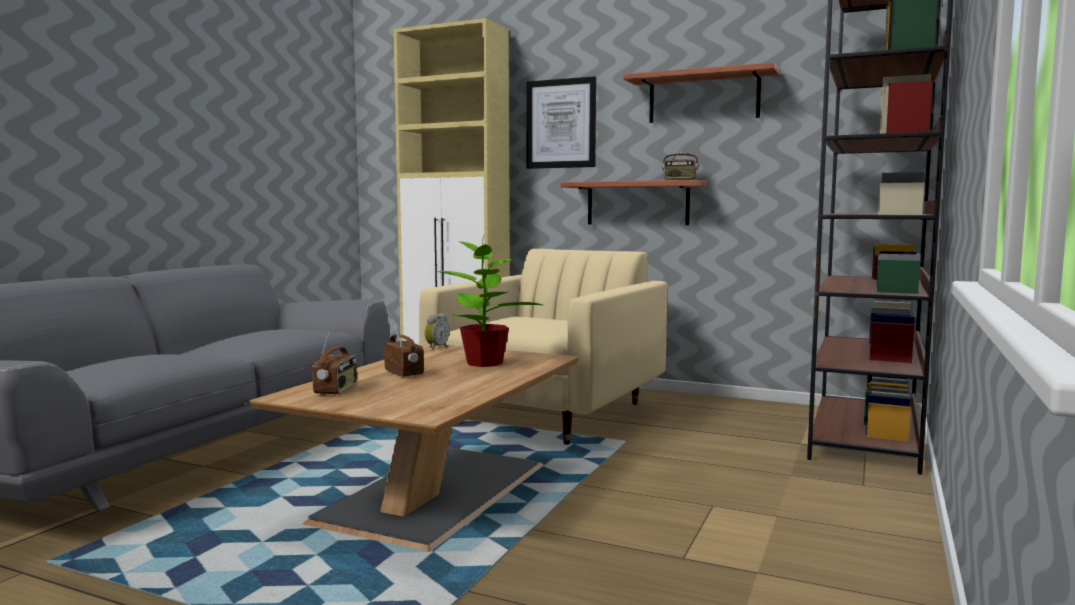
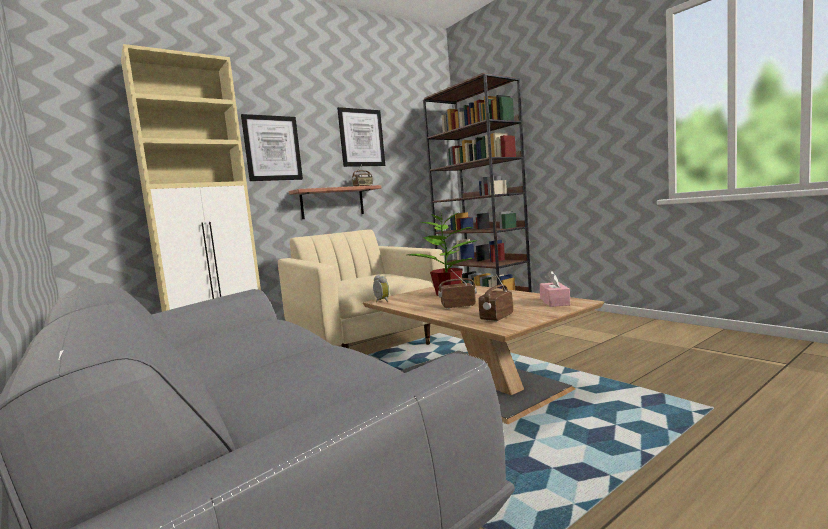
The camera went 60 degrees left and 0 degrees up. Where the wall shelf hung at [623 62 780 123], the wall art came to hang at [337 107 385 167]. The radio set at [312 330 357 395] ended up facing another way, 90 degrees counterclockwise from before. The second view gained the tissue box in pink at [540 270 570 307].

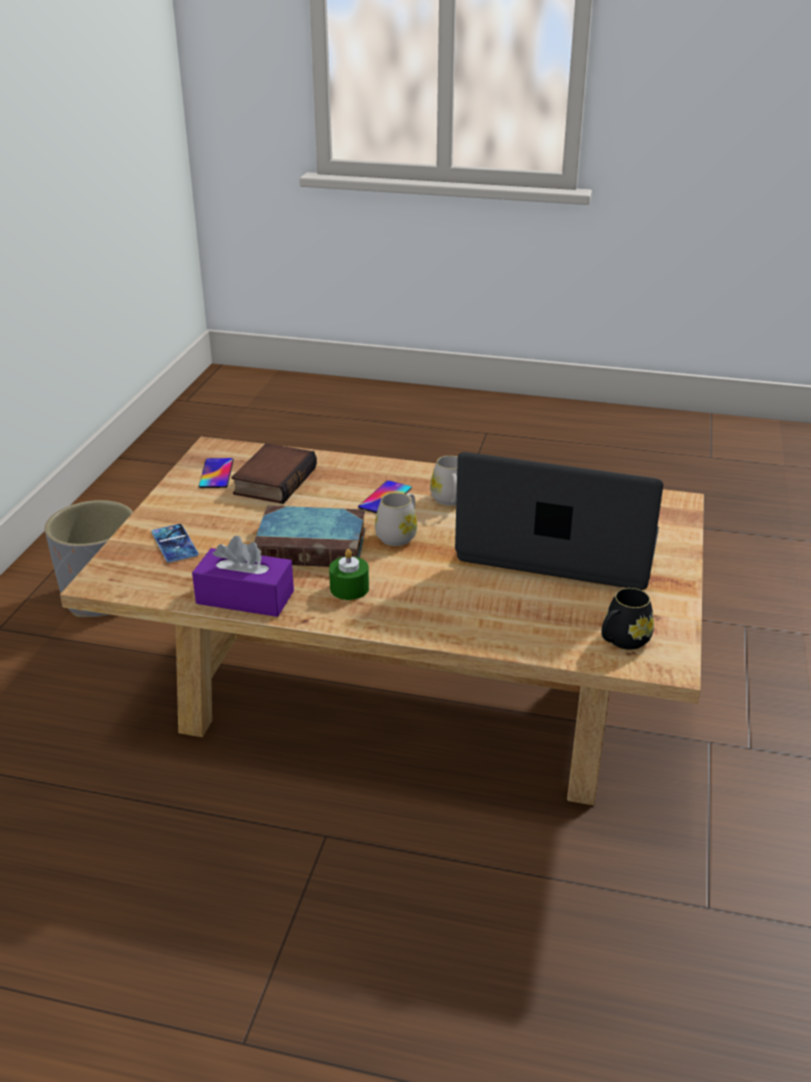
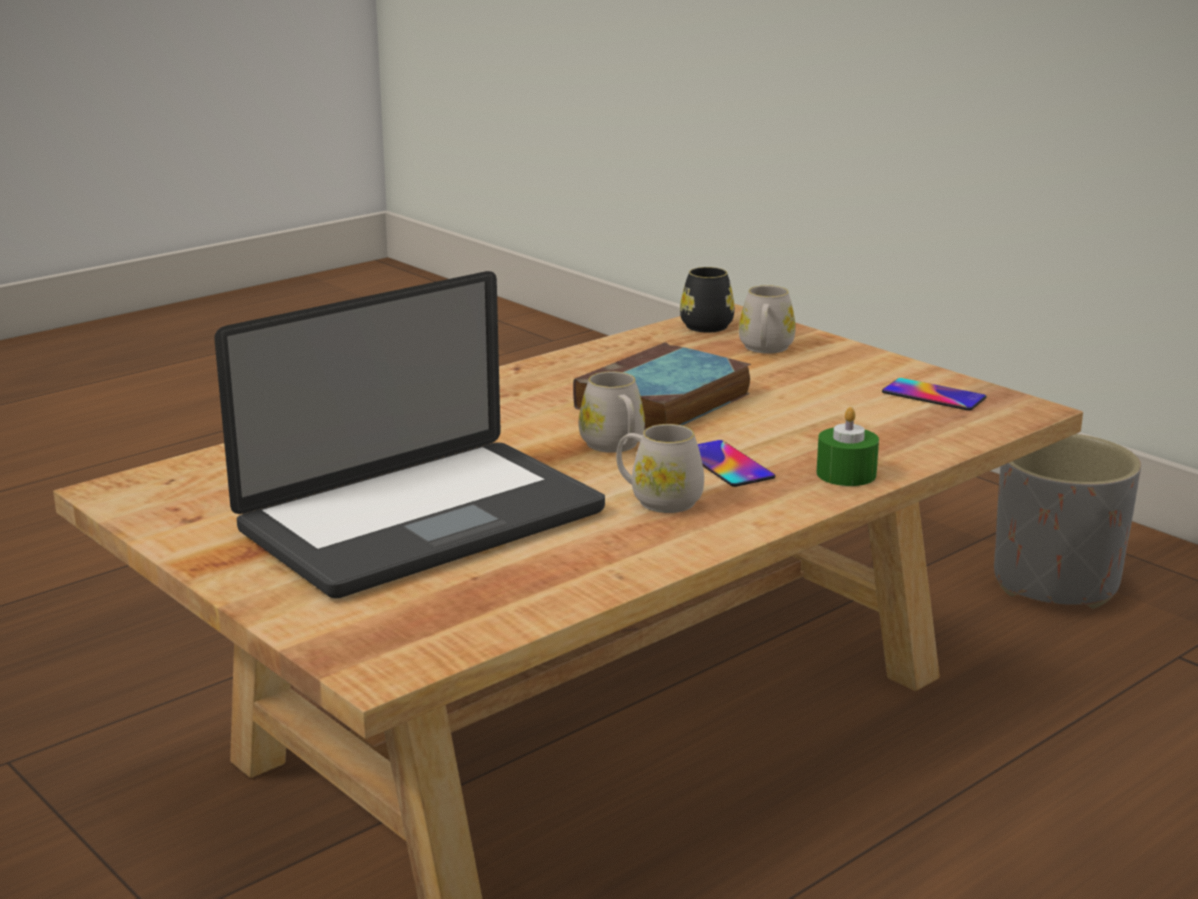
The camera went 125 degrees right and 10 degrees down. The mug in black ended up elsewhere, having gone from [602 588 654 650] to [680 267 735 332]. Where the phone stood at [151 524 199 562], the mug in whitish came to stand at [739 285 796 354]. The wax candle in green-coloured ended up elsewhere, having gone from [329 549 369 600] to [817 407 879 486]. The second view lost the tissue box in purple-coloured at [192 536 294 617]. The second view lost the book at [231 443 317 504].

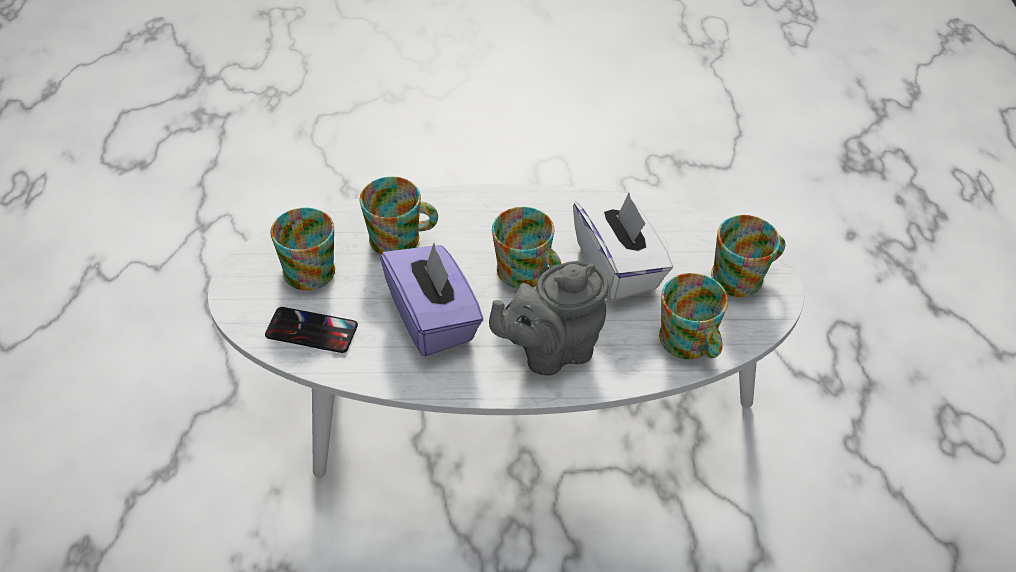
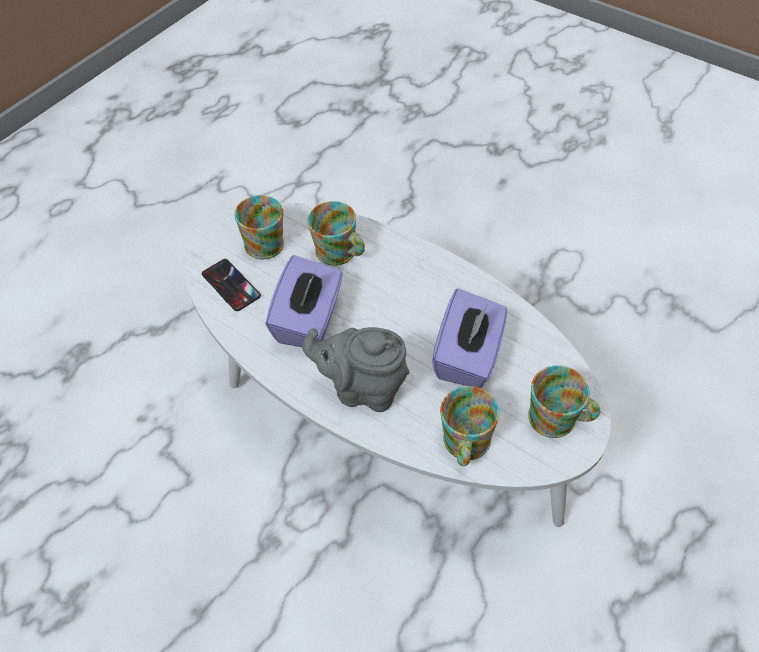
The camera went 40 degrees right and 5 degrees up. What was the tissue box in whitish at [573 193 673 301] turned into the tissue box in purple-coloured at [432 288 507 388]. The second view lost the mug at [492 207 561 289].

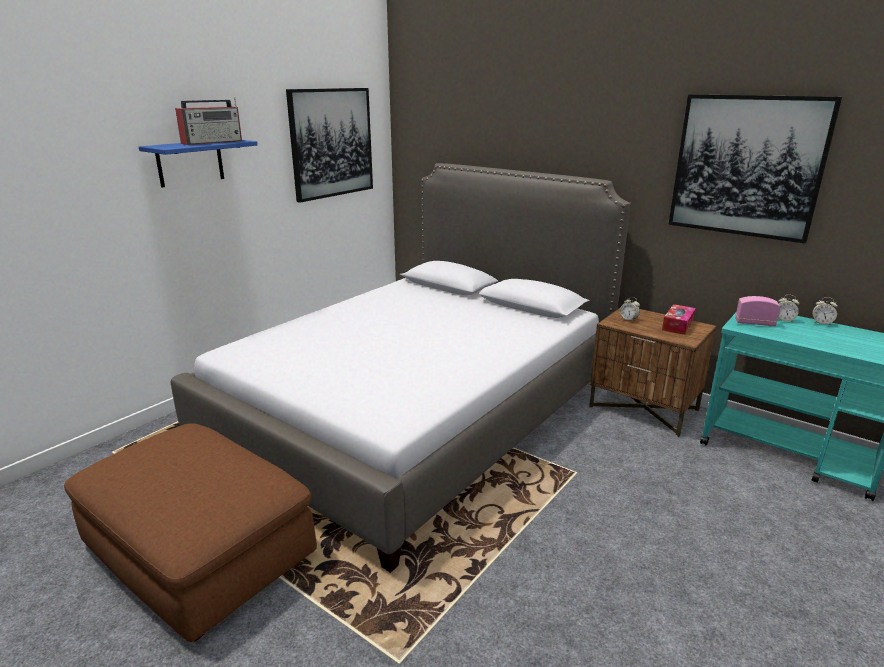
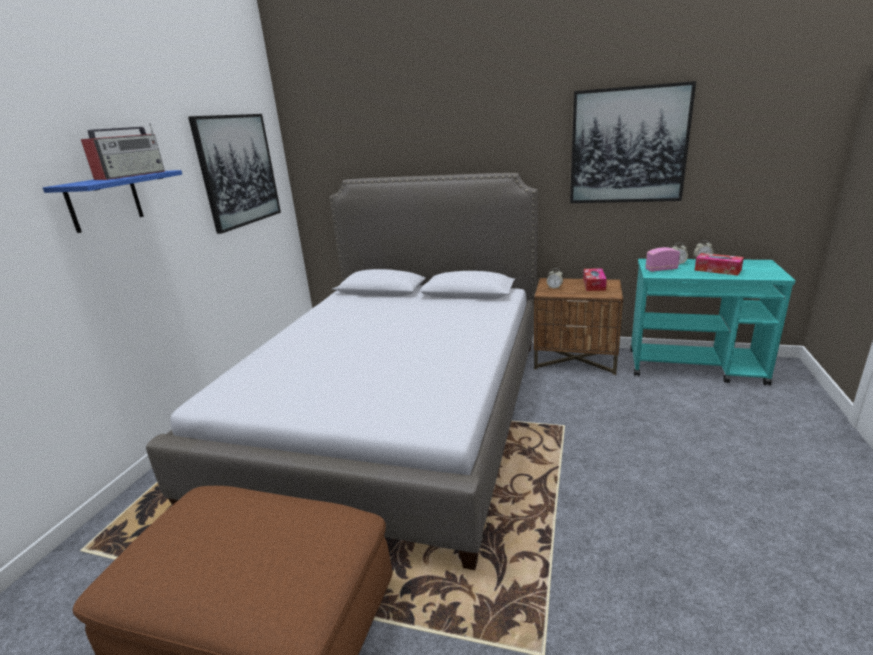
The camera went 20 degrees left and 0 degrees up. The second view gained the tissue box at [694 253 744 276].

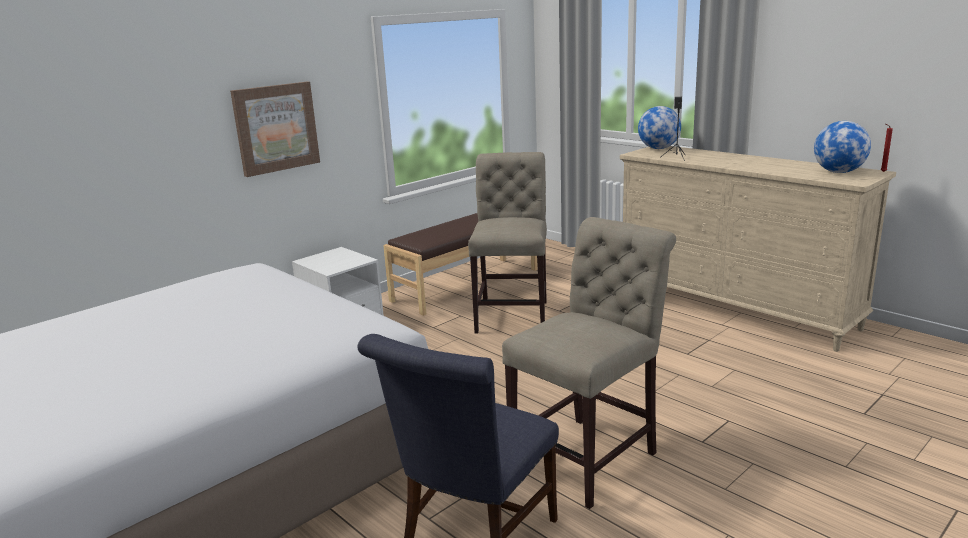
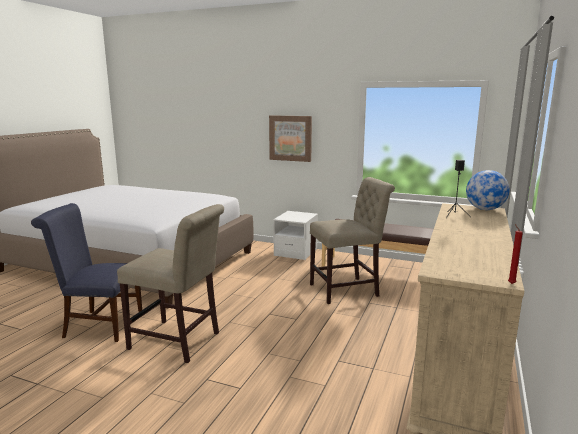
The camera went 65 degrees right and 5 degrees down. The second view lost the world globe at [814 121 871 173].

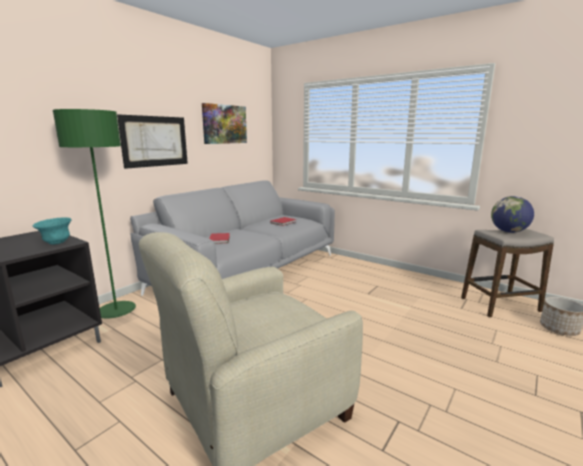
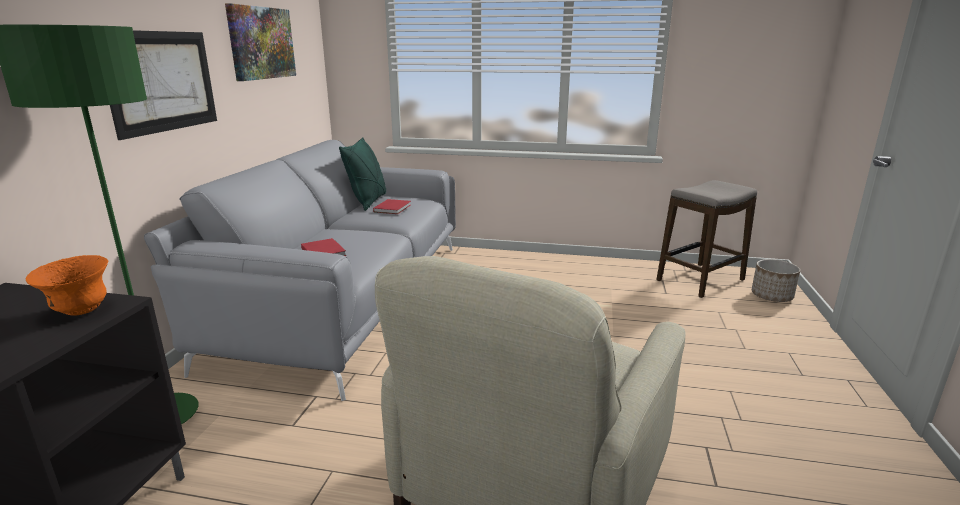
The camera went 25 degrees left and 5 degrees up. What was the bowl in blue-green at [33 217 72 245] turned into the bowl in orange at [26 255 108 316]. The second view gained the cushion in green-coloured at [339 137 386 211]. The second view lost the world globe at [491 196 534 233].

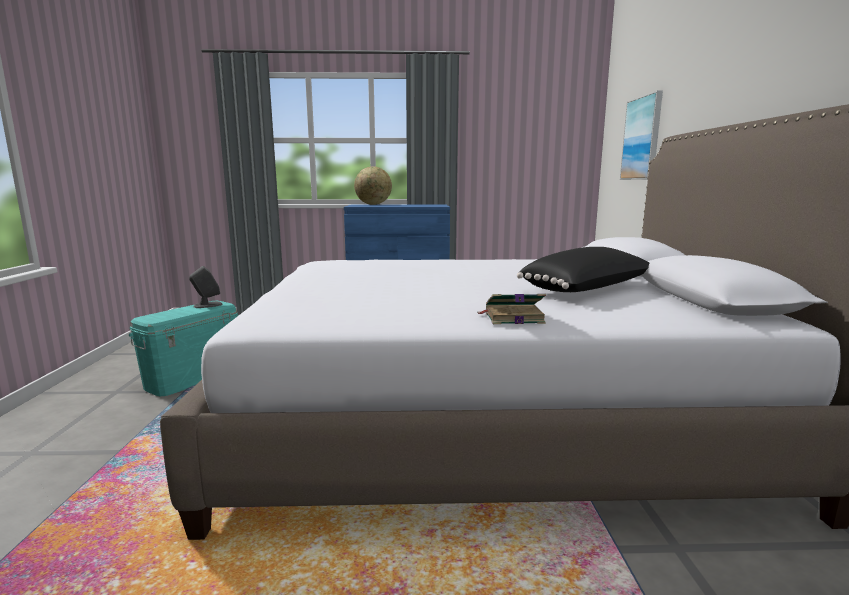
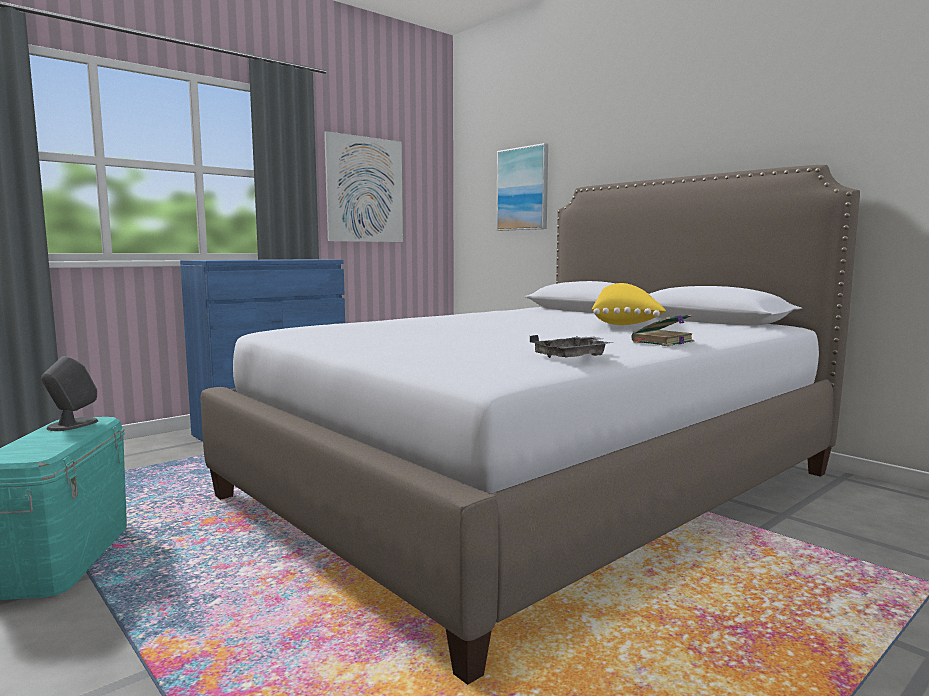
The camera went 40 degrees left and 5 degrees down. The second view gained the wall art at [324 131 403 242]. The second view gained the tray in gray at [530 335 612 358]. What was the cushion in black at [517 247 649 292] turned into the cushion in yellowish at [592 283 666 325]. The second view lost the world globe at [354 166 392 205].

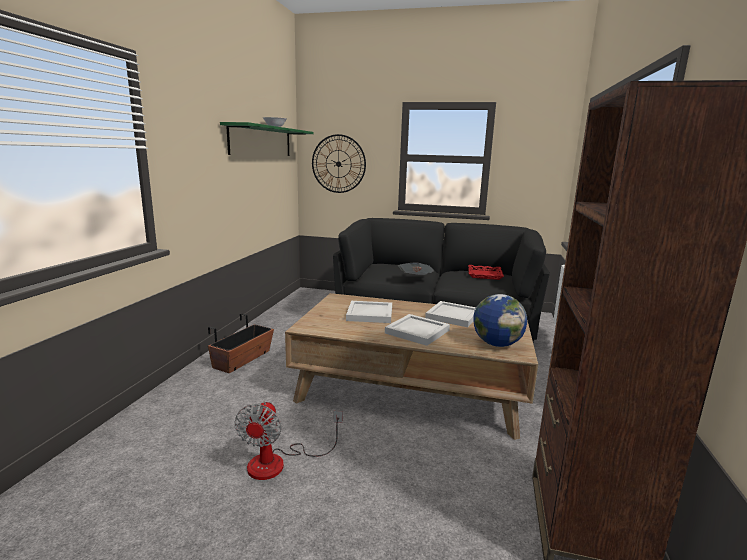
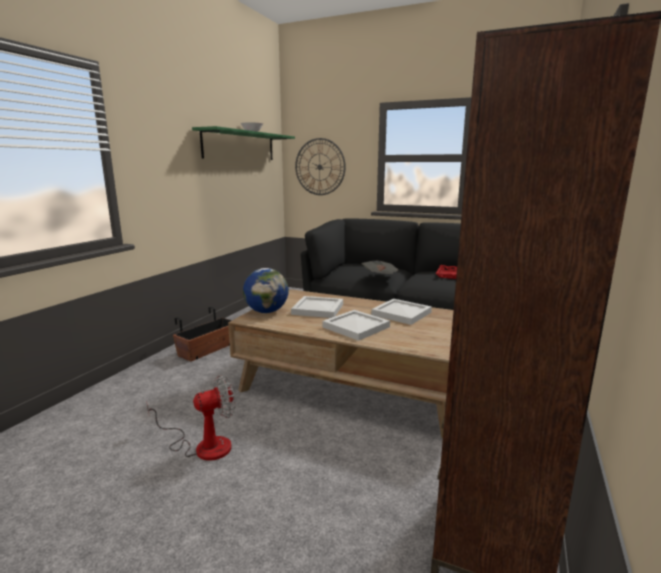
The camera went 10 degrees right and 0 degrees up. The fan at [235 401 342 480] ended up facing another way, 135 degrees counterclockwise from before. The world globe ended up elsewhere, having gone from [473 294 527 347] to [243 268 289 313].

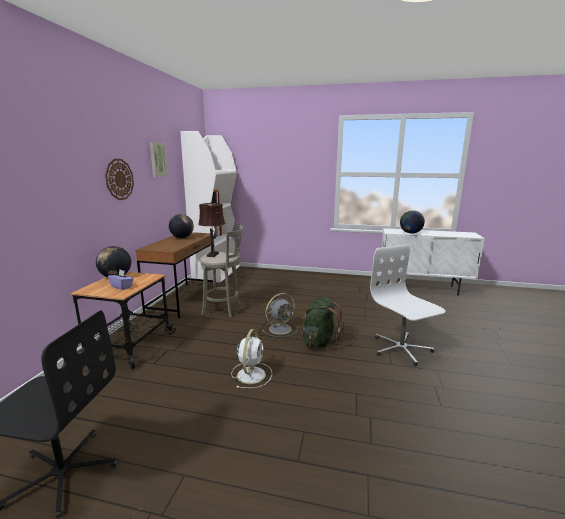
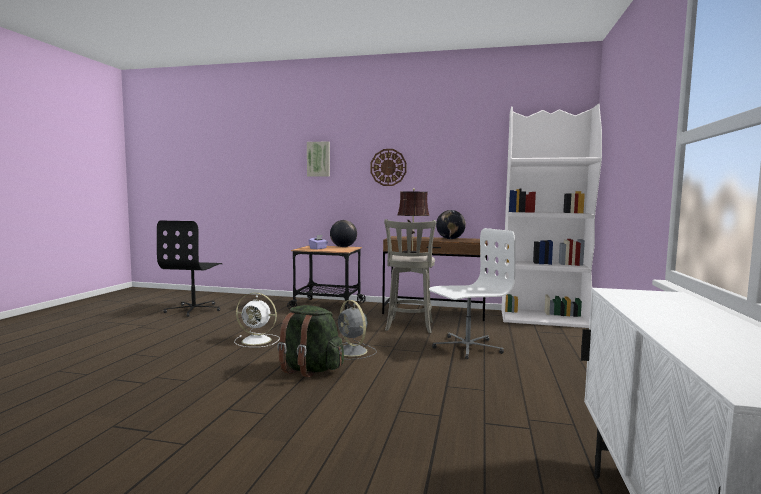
The camera went 90 degrees right and 10 degrees down. The wall art ended up elsewhere, having gone from [150 142 168 177] to [307 141 330 177]. The computer chair in whitish ended up elsewhere, having gone from [370 245 446 366] to [429 228 515 359]. The second view lost the world globe at [400 210 425 234].

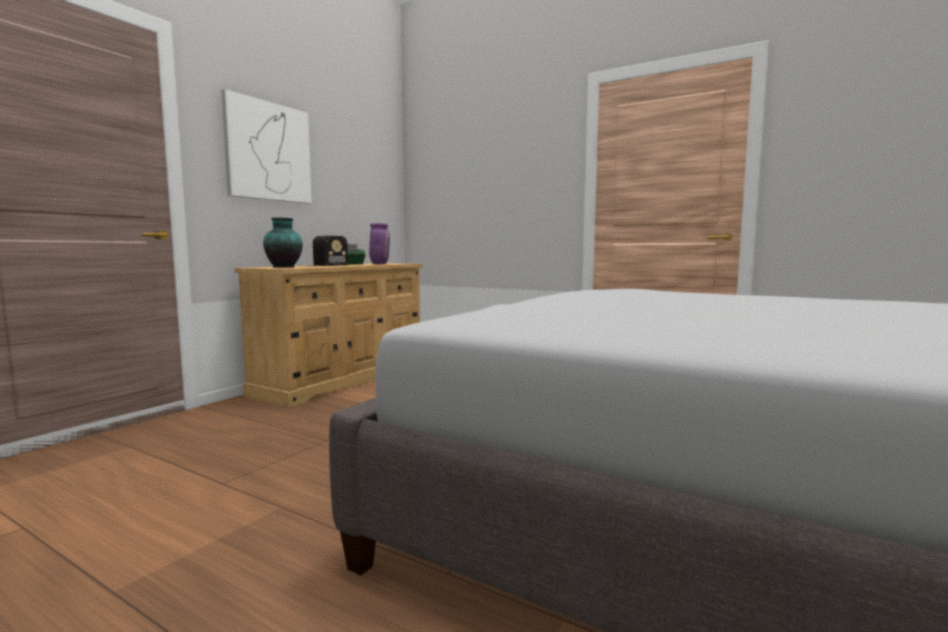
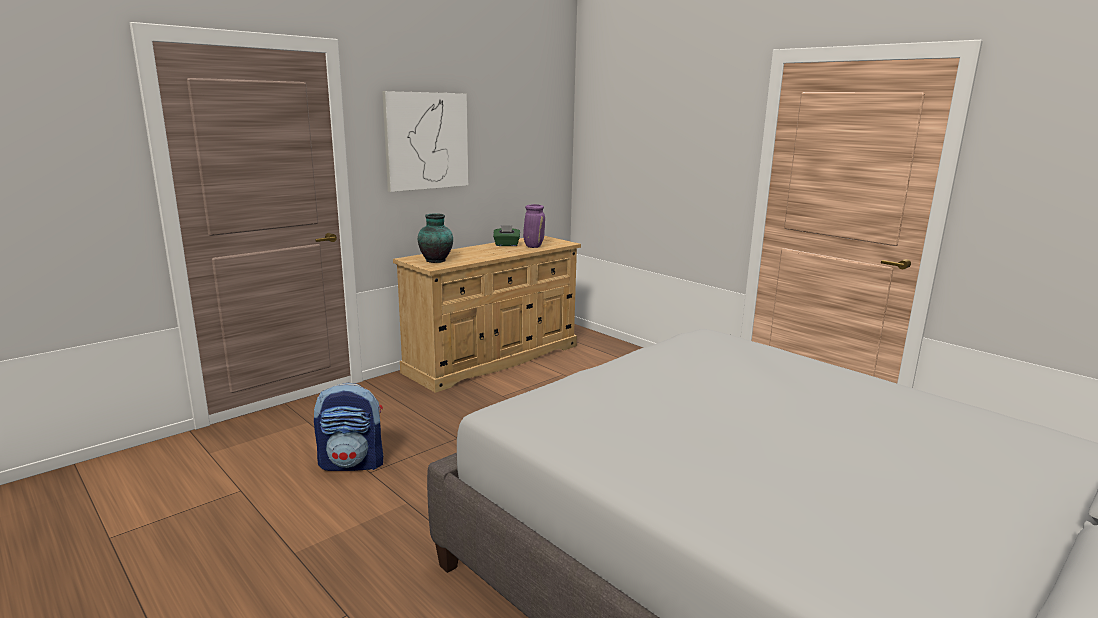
The camera went 15 degrees right and 10 degrees up. The second view gained the rucksack at [314 383 383 471]. The second view lost the radio set at [298 236 348 266].

